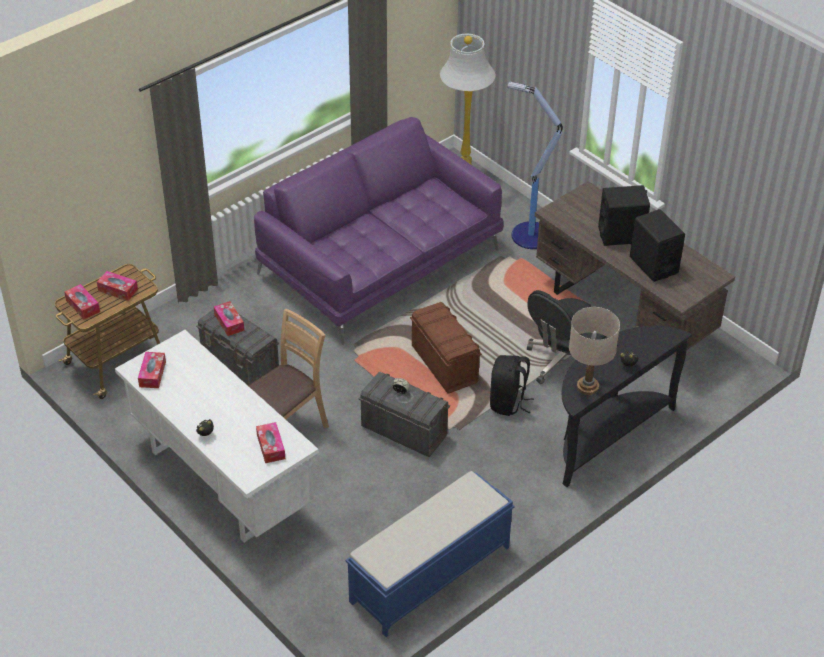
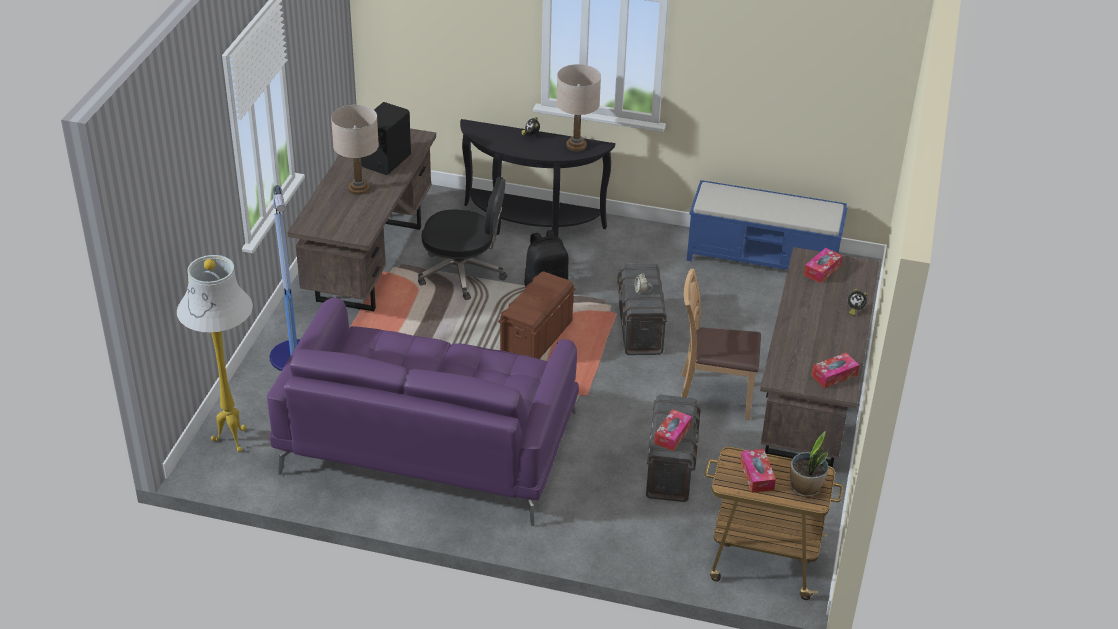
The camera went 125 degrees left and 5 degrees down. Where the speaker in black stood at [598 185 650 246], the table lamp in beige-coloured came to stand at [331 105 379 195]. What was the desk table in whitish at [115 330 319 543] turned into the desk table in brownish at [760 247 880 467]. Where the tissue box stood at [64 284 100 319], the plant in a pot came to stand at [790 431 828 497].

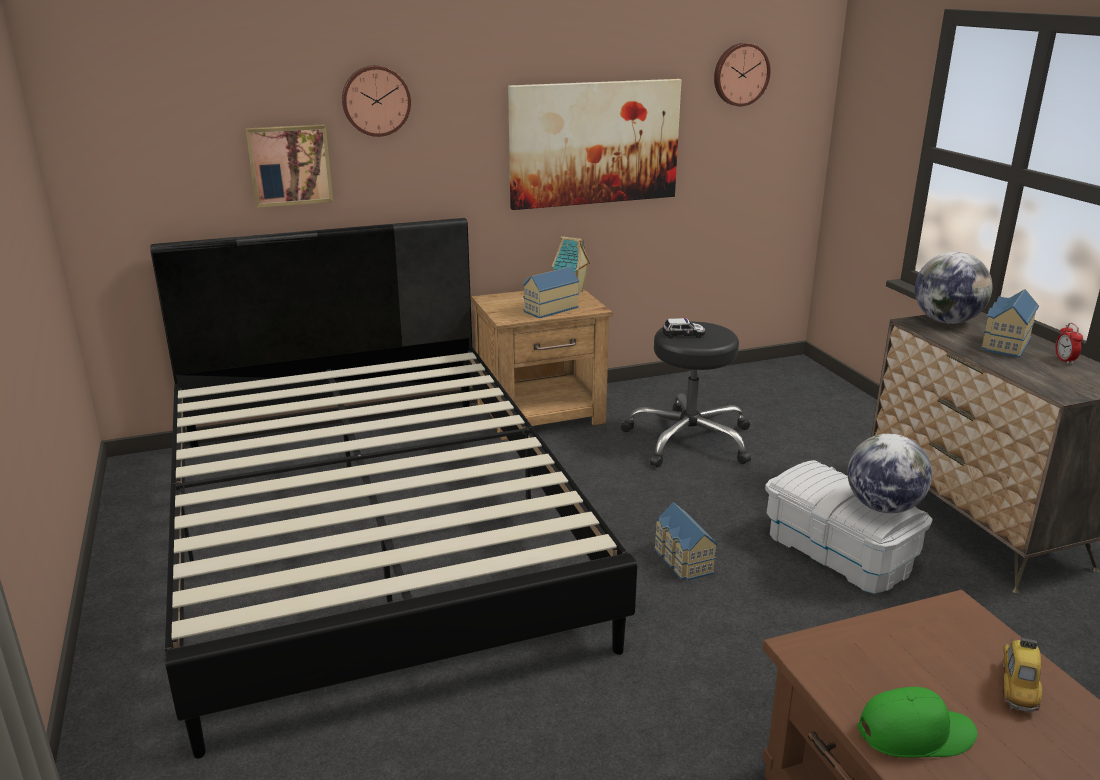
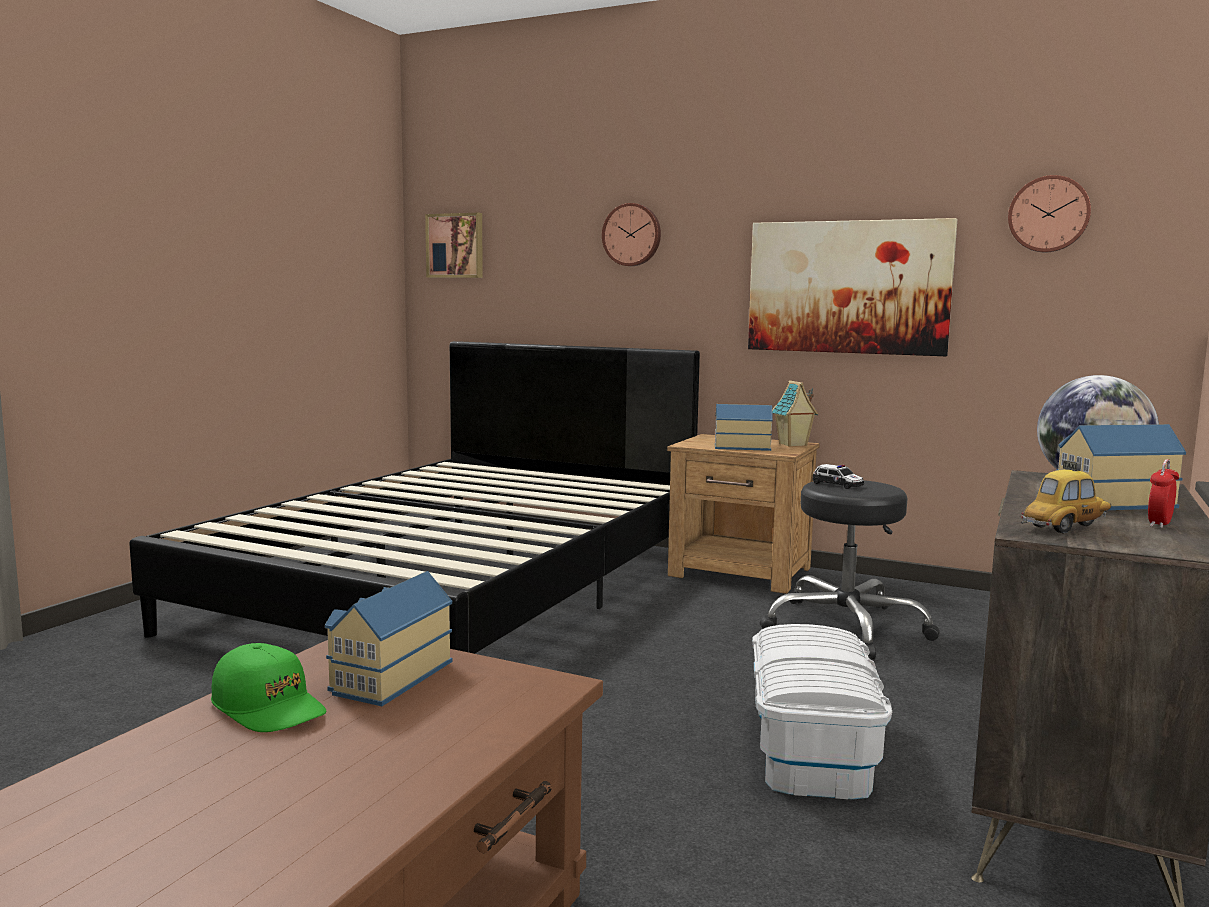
The camera went 45 degrees right and 15 degrees down. The toy house ended up elsewhere, having gone from [654 502 718 581] to [325 571 452 706]. The wall art ended up elsewhere, having gone from [246 124 333 208] to [425 213 483 278]. The toy car ended up elsewhere, having gone from [1003 632 1042 712] to [1021 460 1111 533]. The second view lost the world globe at [847 434 932 513].

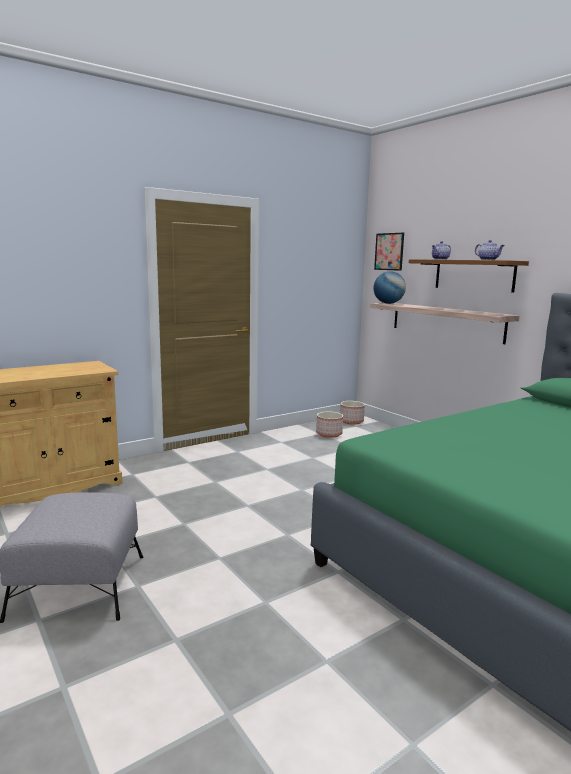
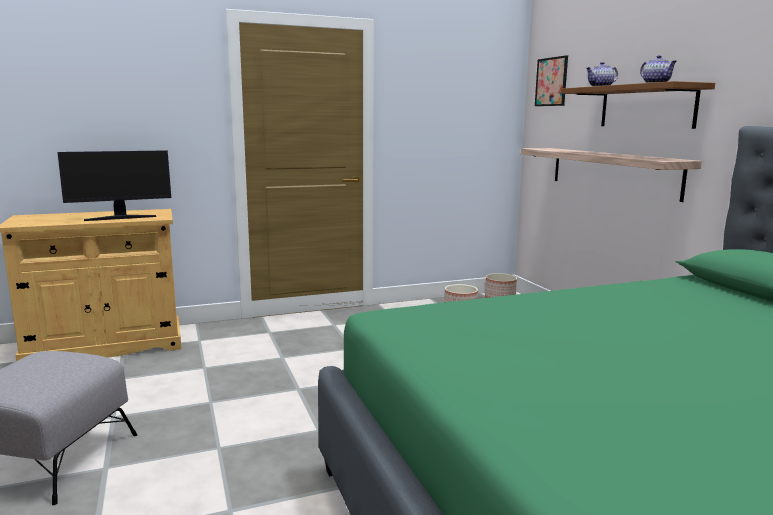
The camera went 15 degrees right and 0 degrees up. The second view gained the computer screen at [58 150 171 221]. The second view lost the world globe at [374 271 406 304].

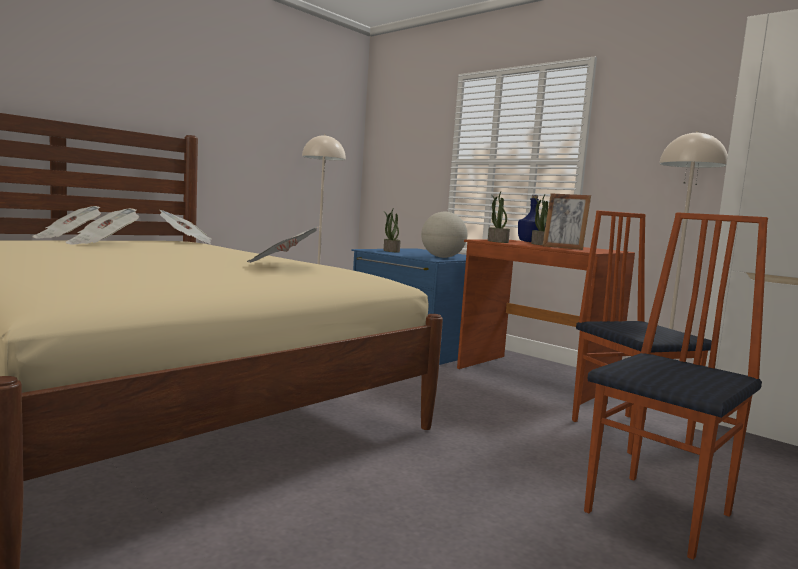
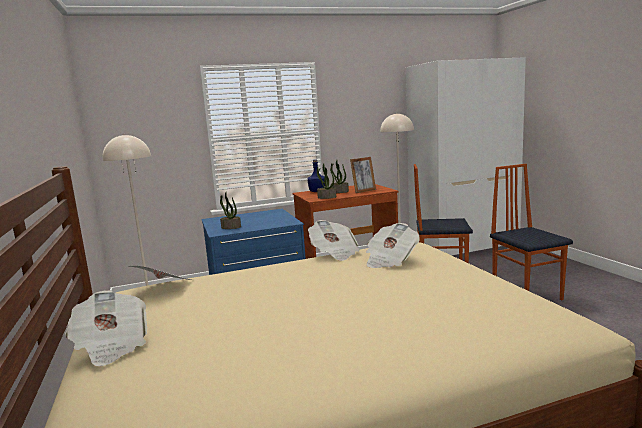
The camera went 60 degrees left and 5 degrees up. The daily paper ended up elsewhere, having gone from [66 208 139 244] to [308 220 360 261]. The second view lost the world globe at [421 212 467 258].

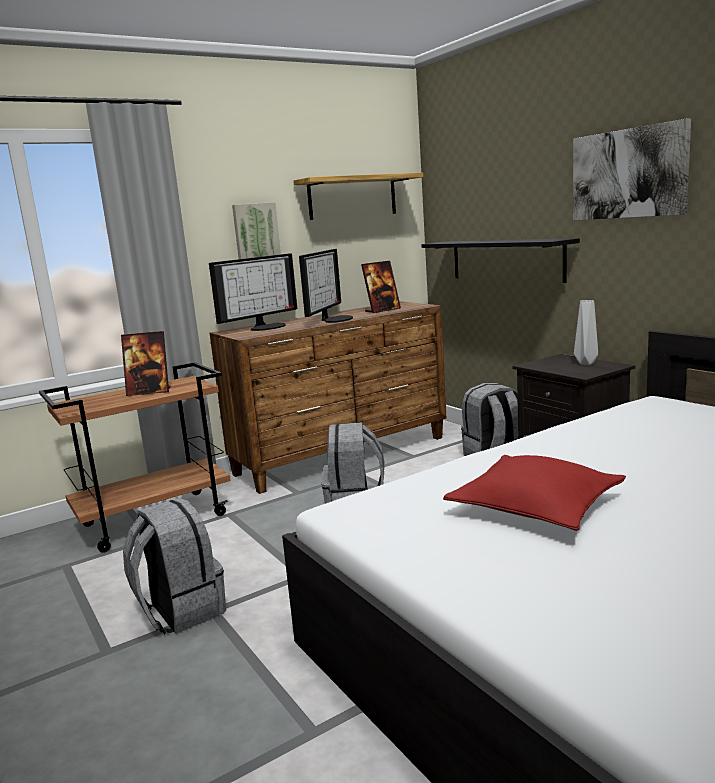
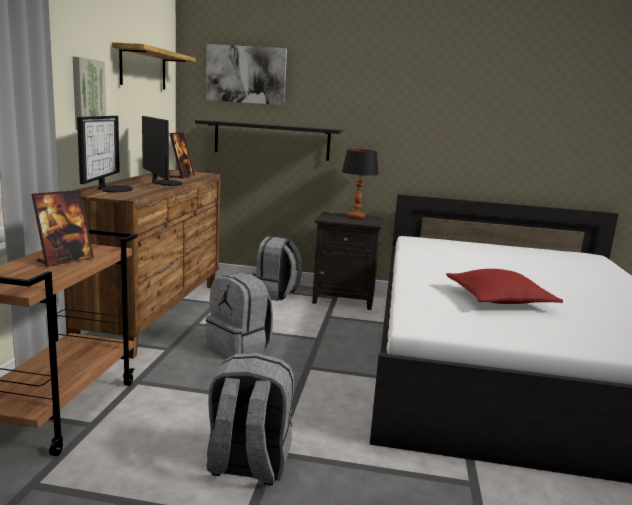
The camera went 50 degrees left and 0 degrees up. The wall art ended up elsewhere, having gone from [573 118 691 220] to [206 44 287 105]. Where the decorative vase in gray stood at [574 300 598 365], the table lamp came to stand at [342 149 379 219].

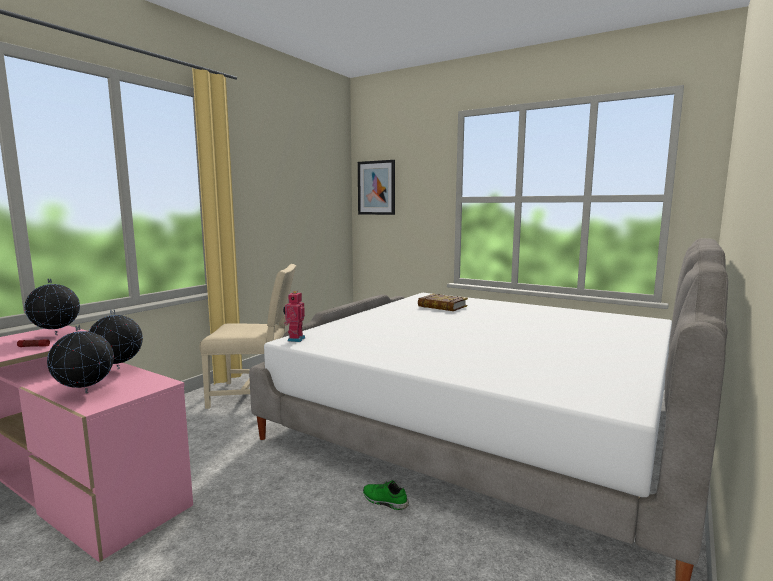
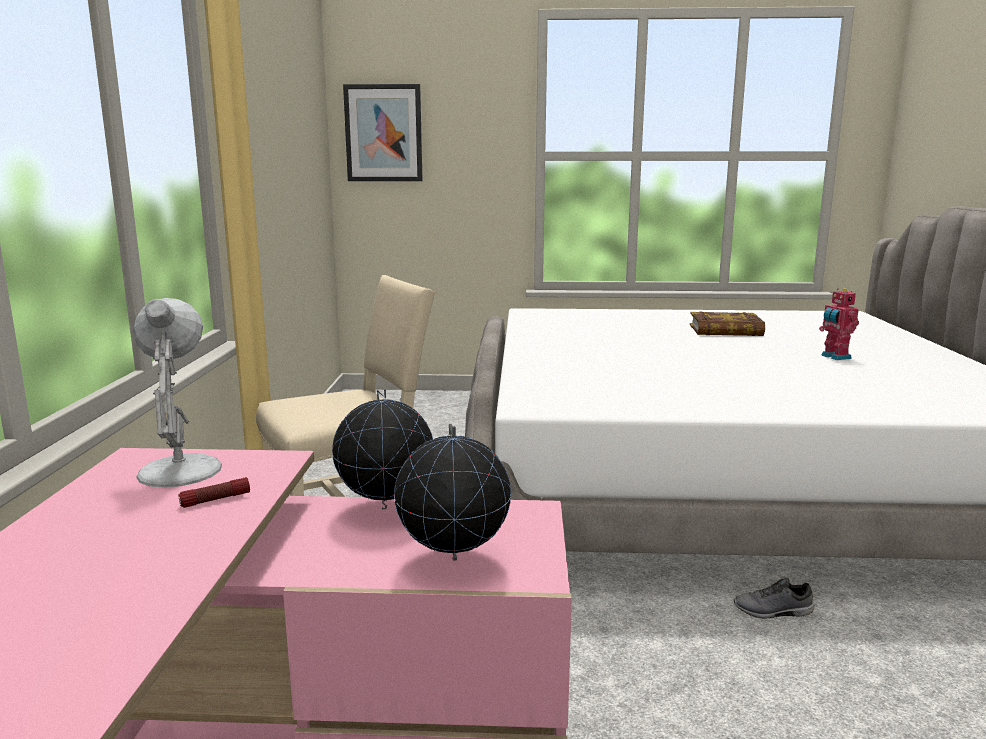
The camera went 30 degrees left and 5 degrees up. Where the world globe stood at [25 279 80 335], the table lamp in whitish came to stand at [133 298 222 488]. The book ended up elsewhere, having gone from [418 294 468 311] to [690 311 765 336]. What was the item of footwear in green-coloured at [363 480 409 510] turned into the item of footwear in gray at [734 578 815 619]. The robot figure ended up elsewhere, having gone from [283 291 305 342] to [819 288 859 360].

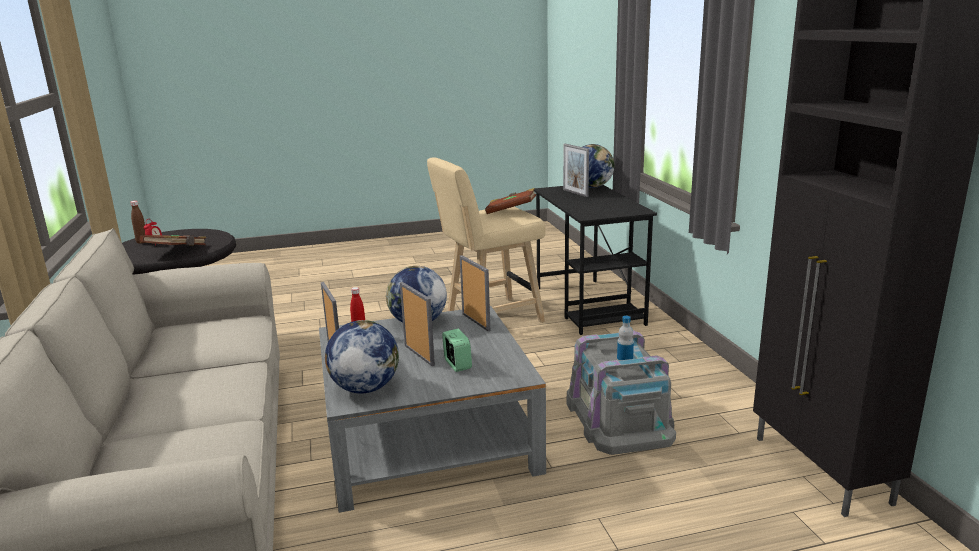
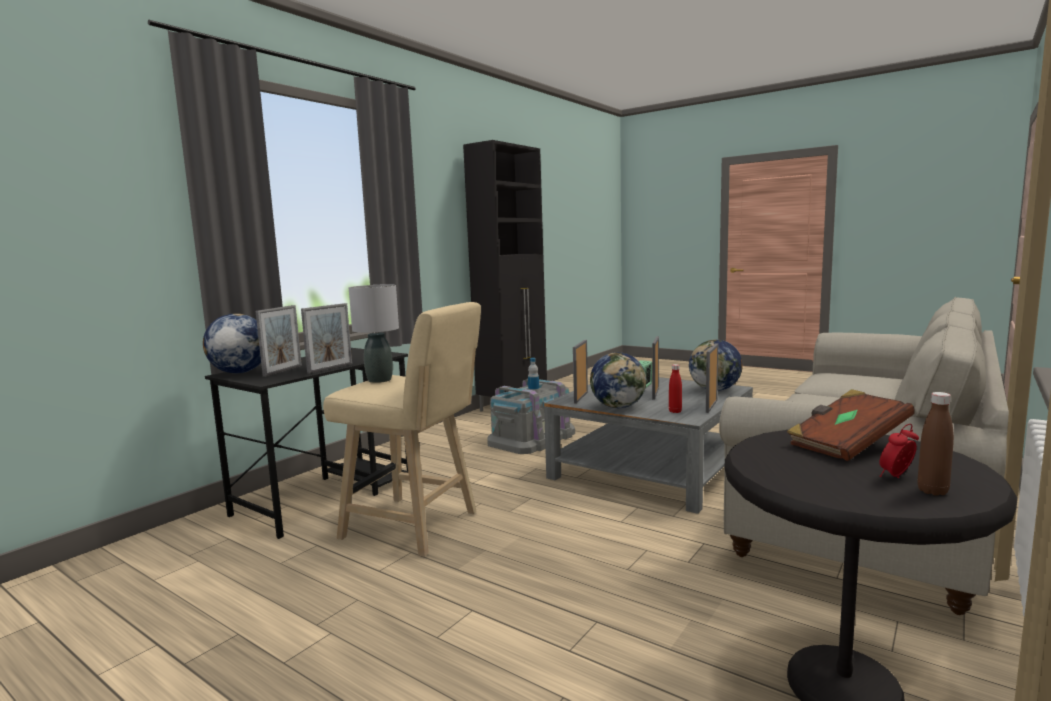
The camera went 130 degrees left and 10 degrees down. The second view gained the picture frame at [301 303 352 374]. Where the book in brownish stood at [485 188 536 214], the table lamp in gray came to stand at [349 284 399 383].

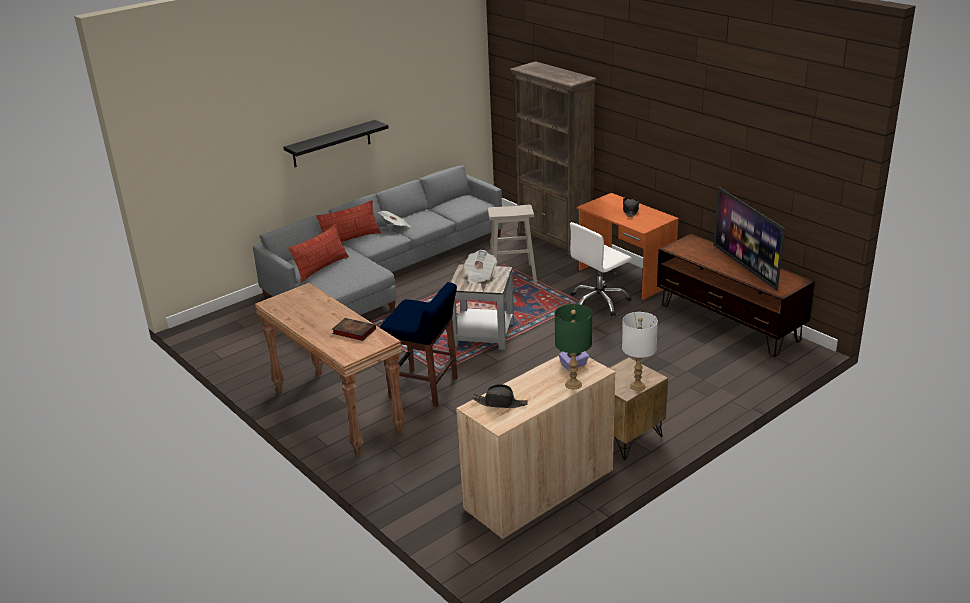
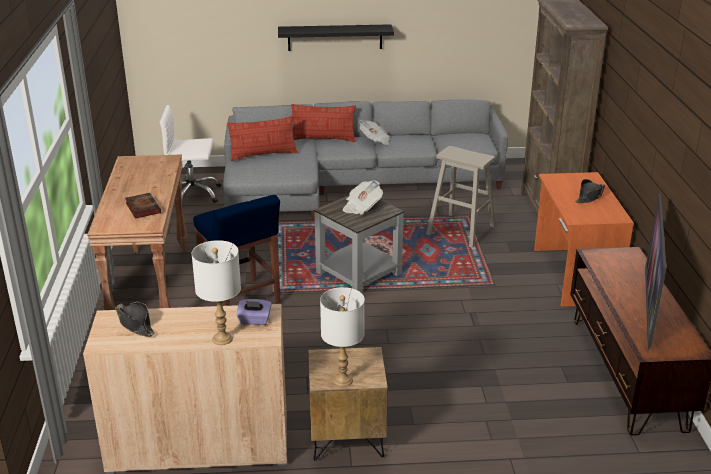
The camera went 35 degrees right and 0 degrees up. The computer chair in whitish ended up elsewhere, having gone from [570 222 631 316] to [160 105 221 203]. What was the table lamp in green-coloured at [555 304 592 389] turned into the table lamp in whitish at [192 240 241 345].

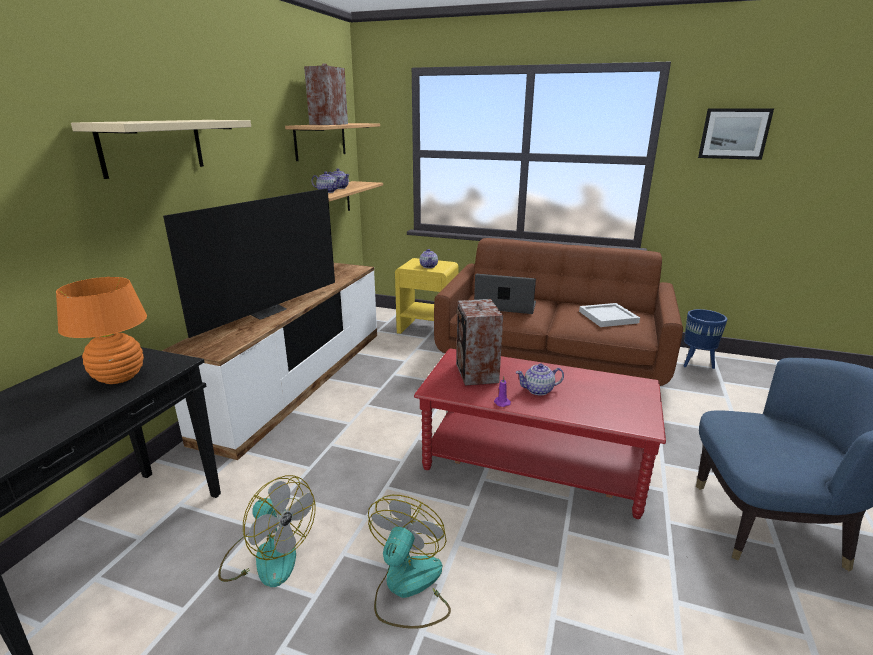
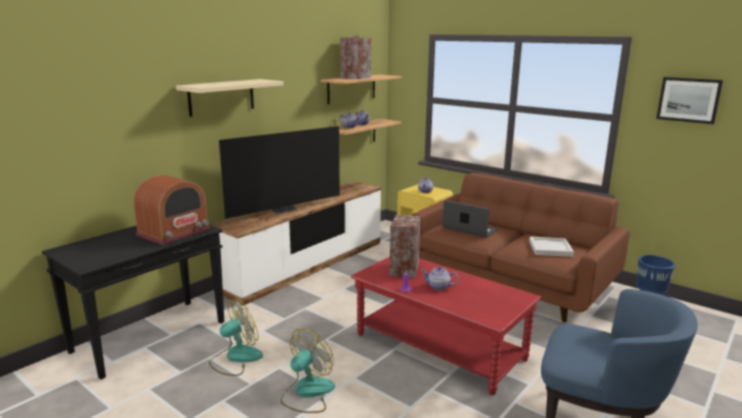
The camera went 20 degrees right and 5 degrees down. Where the table lamp in orange stood at [56 277 147 384], the radio set came to stand at [134 175 210 246]. The fan at [218 475 315 587] ended up facing another way, 90 degrees counterclockwise from before.

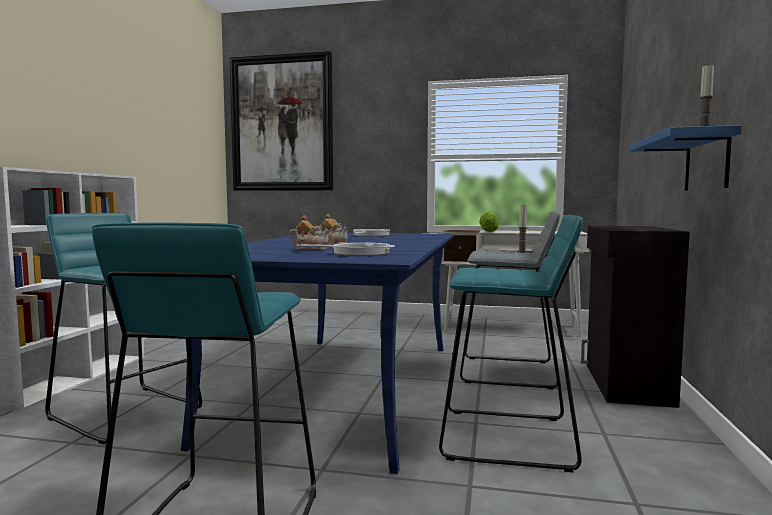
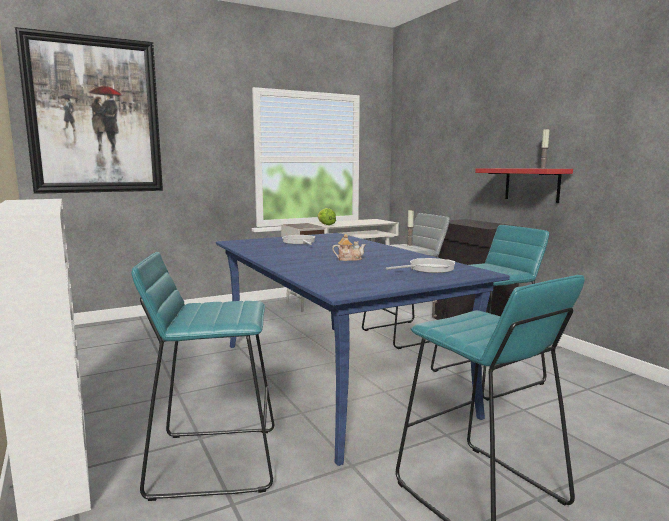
The camera went 40 degrees left and 5 degrees up. What was the wall shelf in blue-coloured at [629 125 742 191] turned into the wall shelf in red-coloured at [475 168 573 203]. The second view lost the pot for tea at [289 215 330 250].

